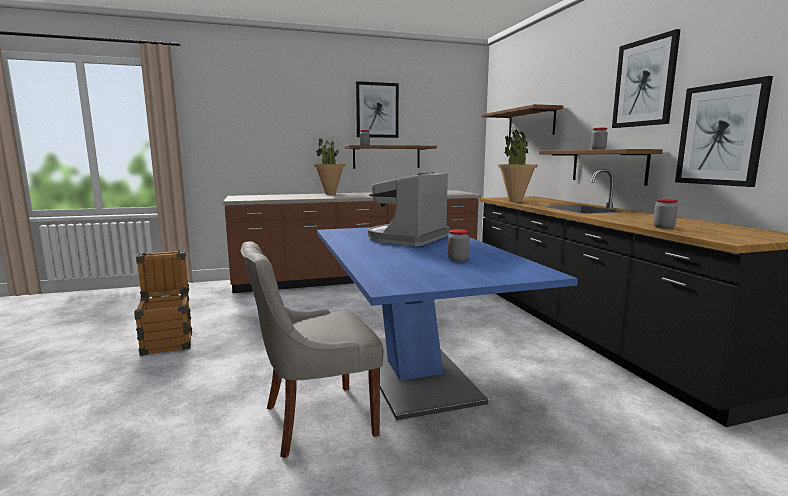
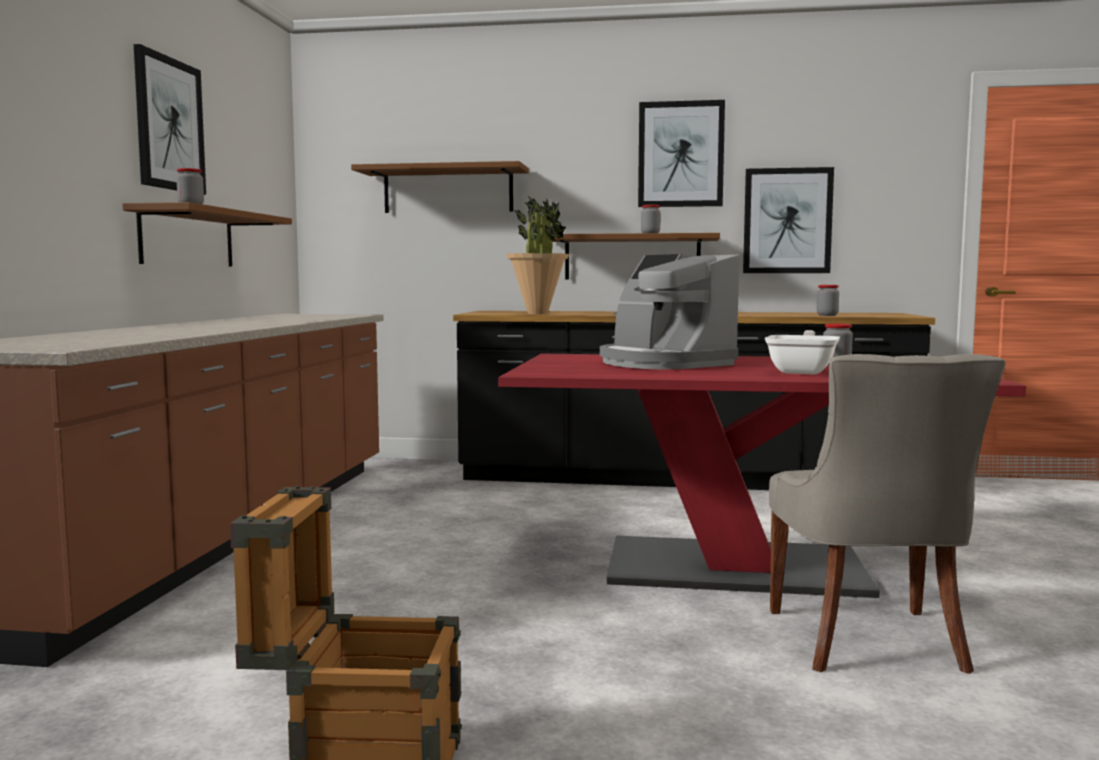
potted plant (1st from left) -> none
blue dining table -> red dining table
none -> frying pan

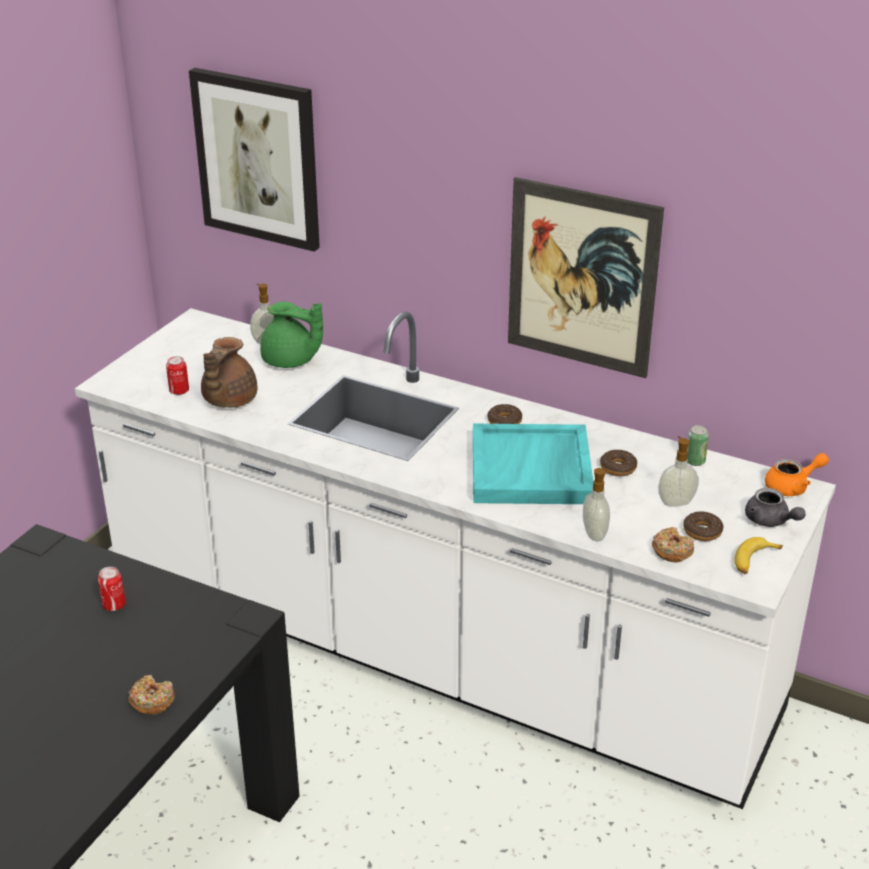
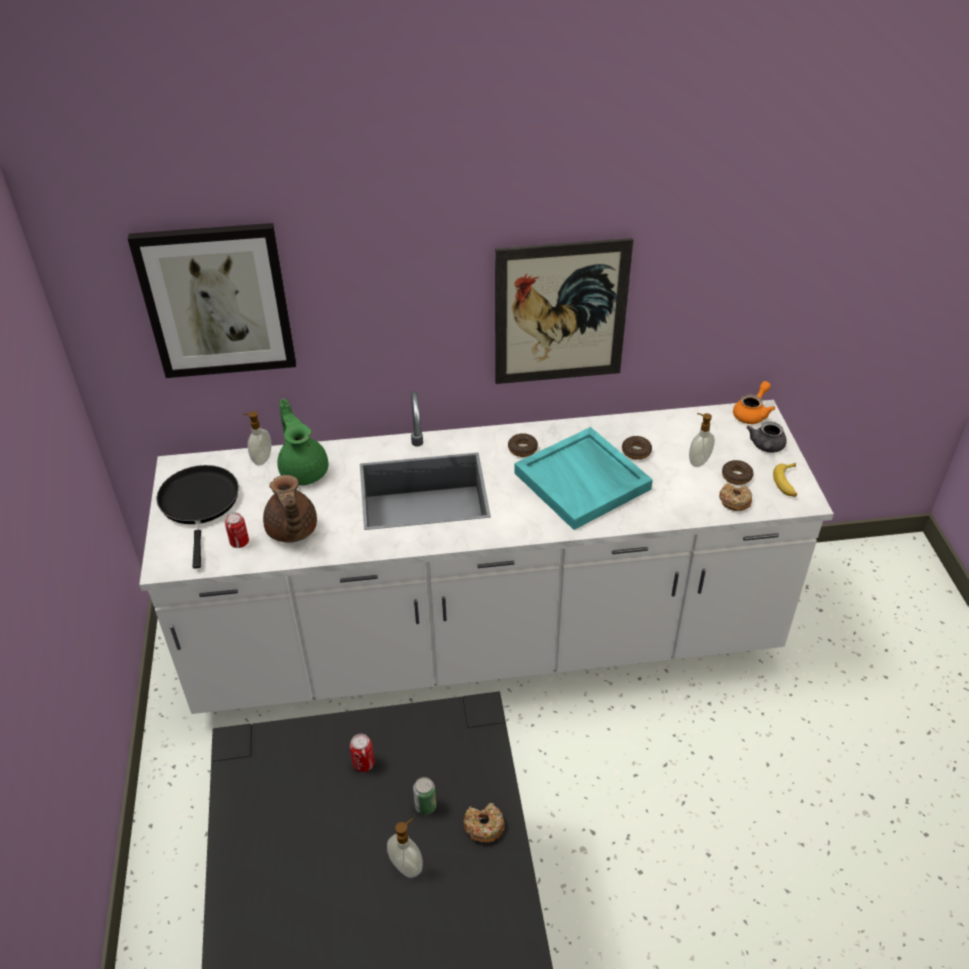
green teapot, 105 degrees counterclockwise
can (3rd from left), move
soap dispenser (2nd from left), move
grey teapot, 90 degrees clockwise
none -> black frying pan

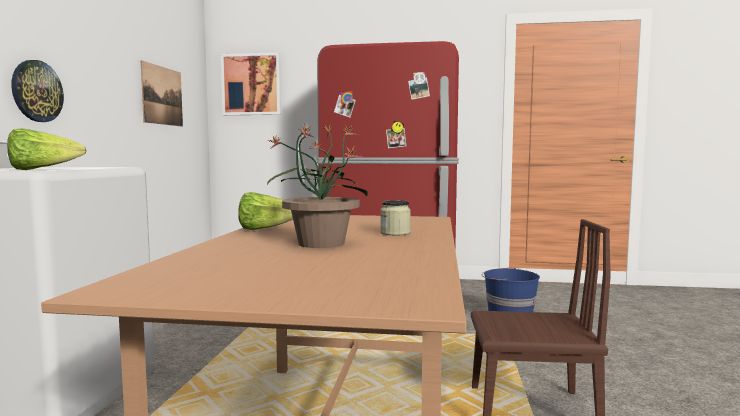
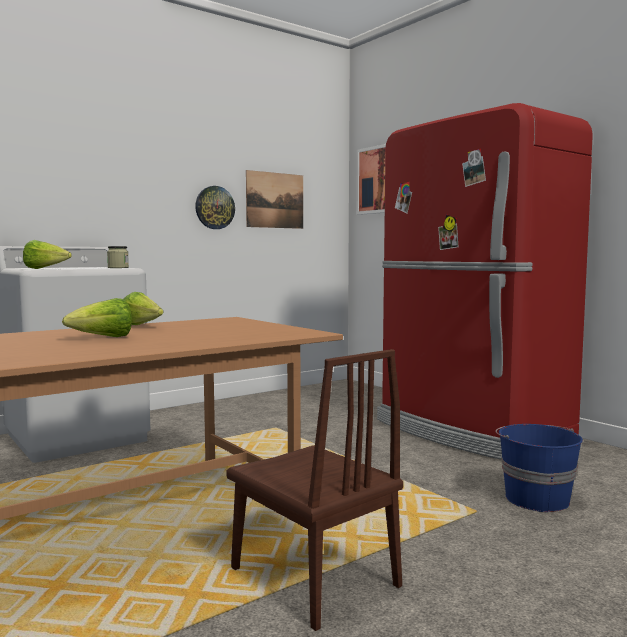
wall clock, move
potted plant -> lettuce (2nd from left)
jar, move

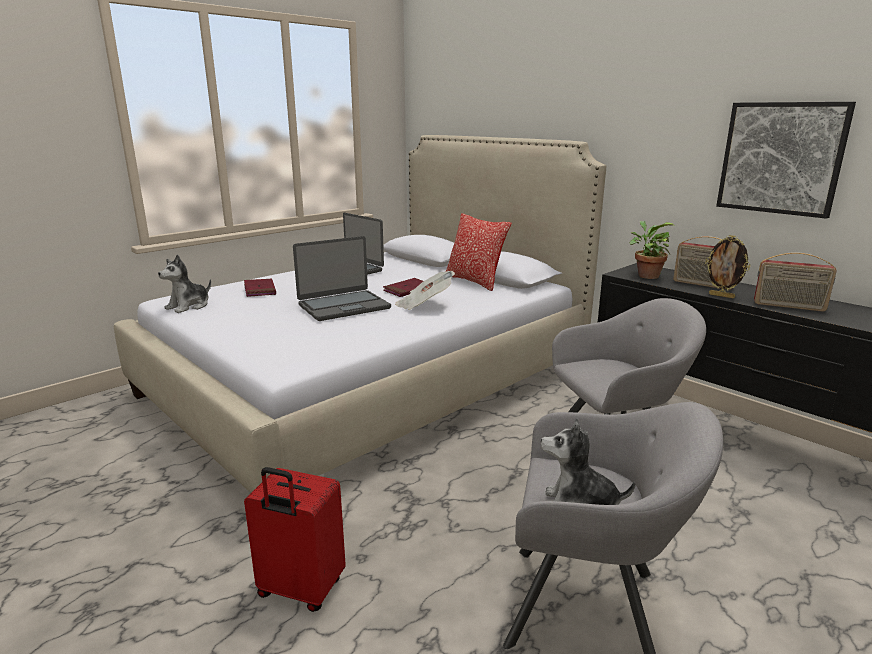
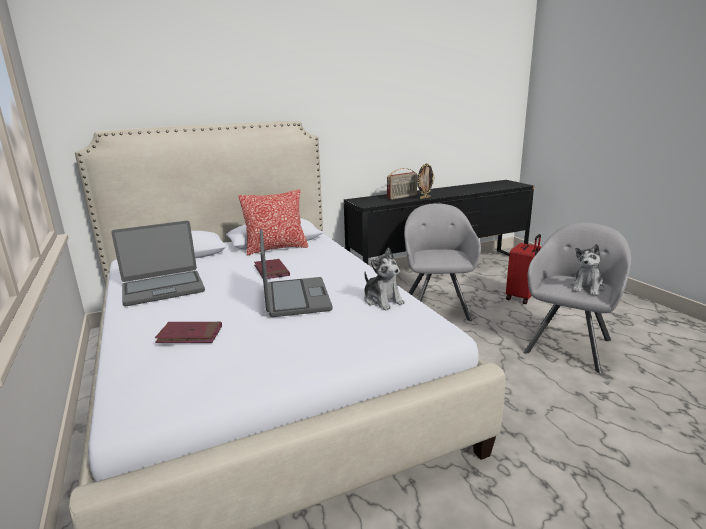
picture -> none
potted plant -> none
radio (2nd from left) -> none
plush toy (1st from left), move
newspaper -> none
red suitcase, move

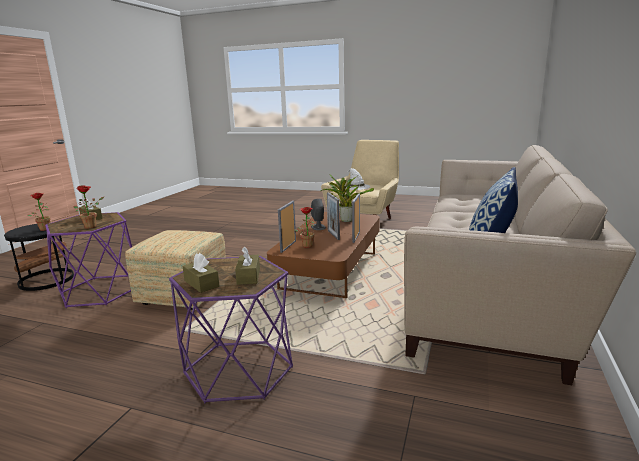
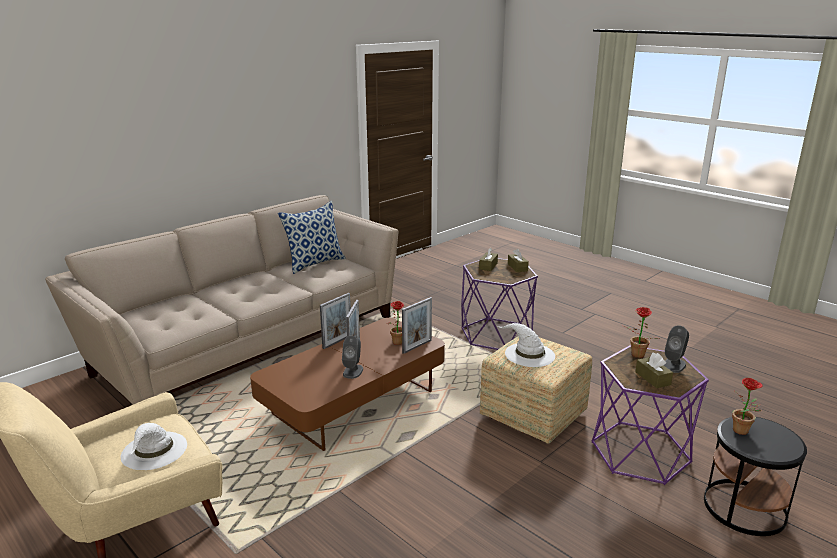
potted plant (4th from left) -> none
none -> white hat (2nd from left)
none -> grey speaker (2nd from left)

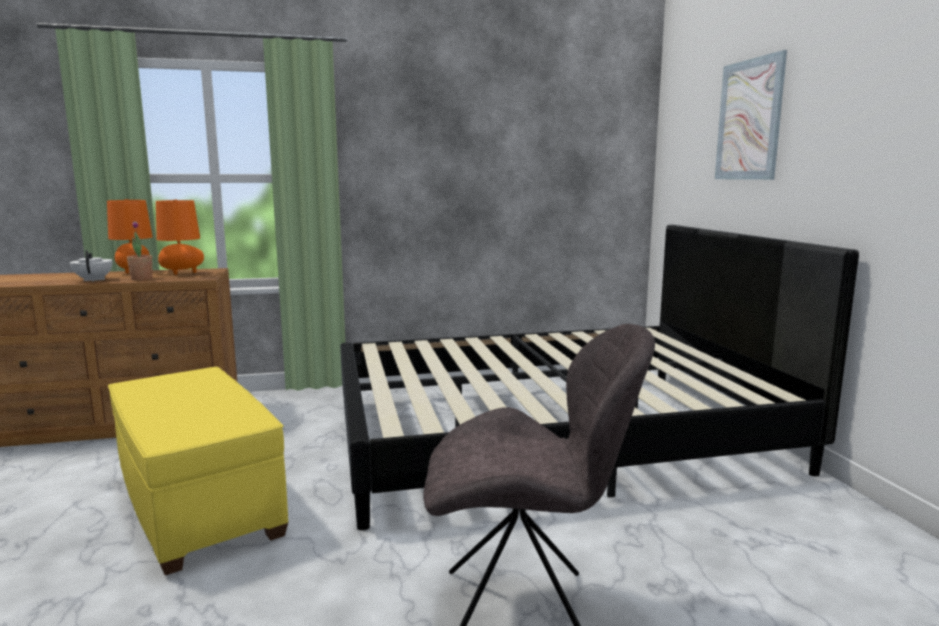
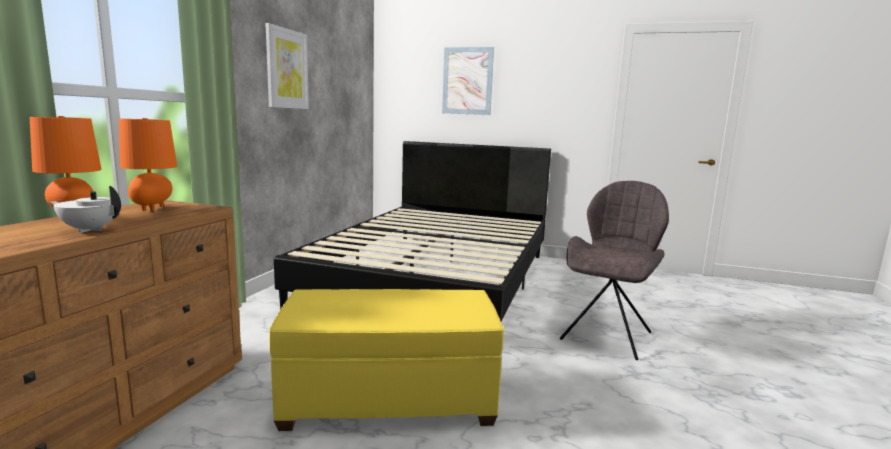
potted plant -> none
none -> picture (1st from left)

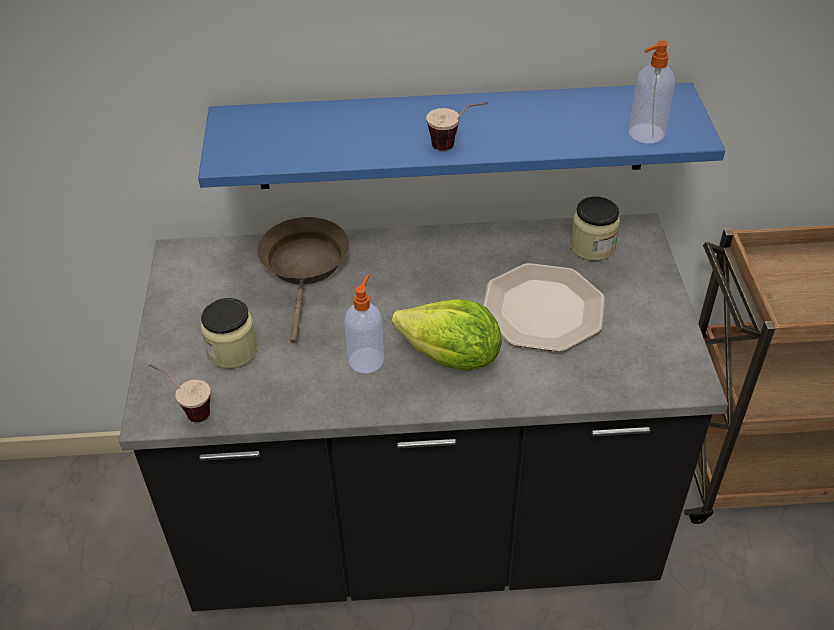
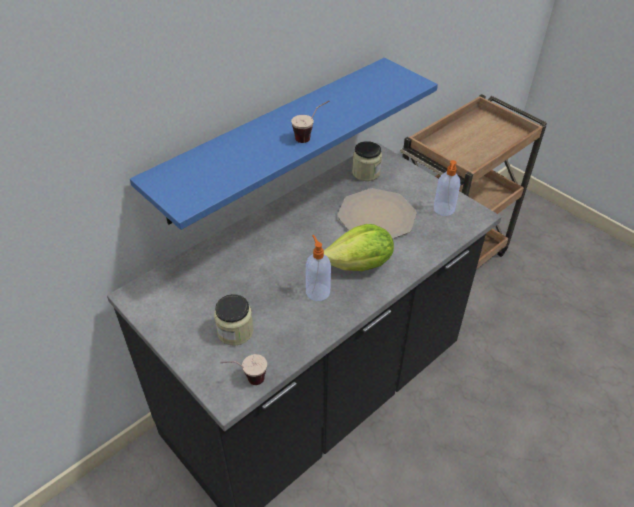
soap dispenser (2nd from left), move
brown frying pan -> none

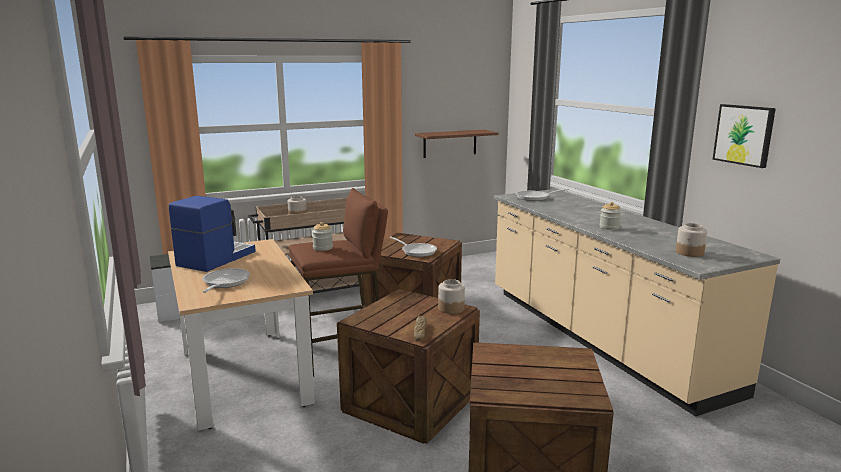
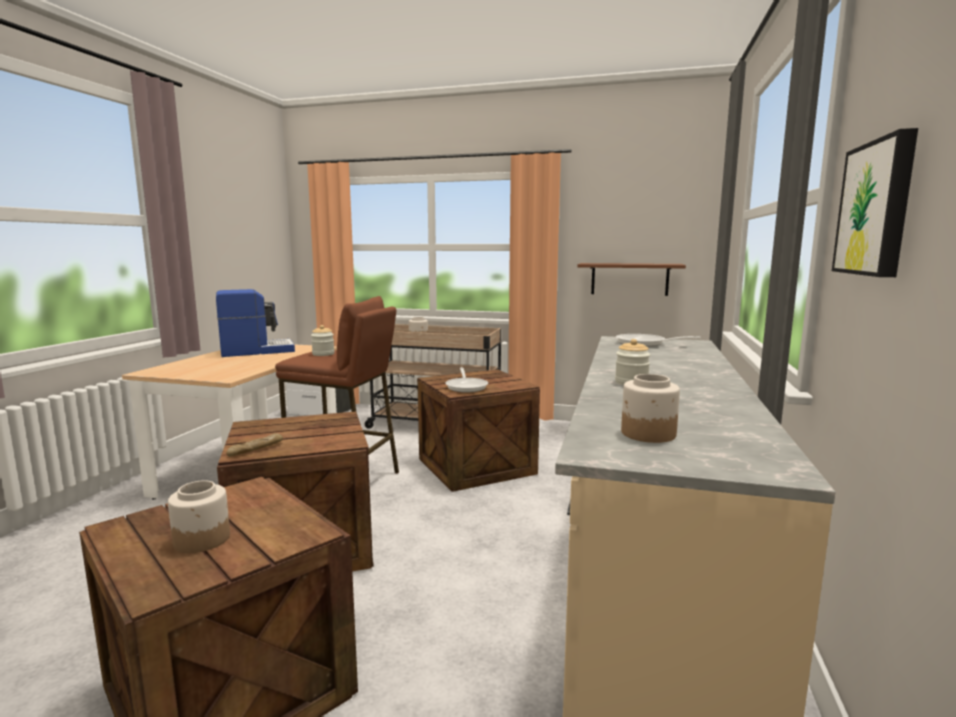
frying pan (1st from left) -> none
jar (3rd from left in the first image) -> jar (1st from left), move

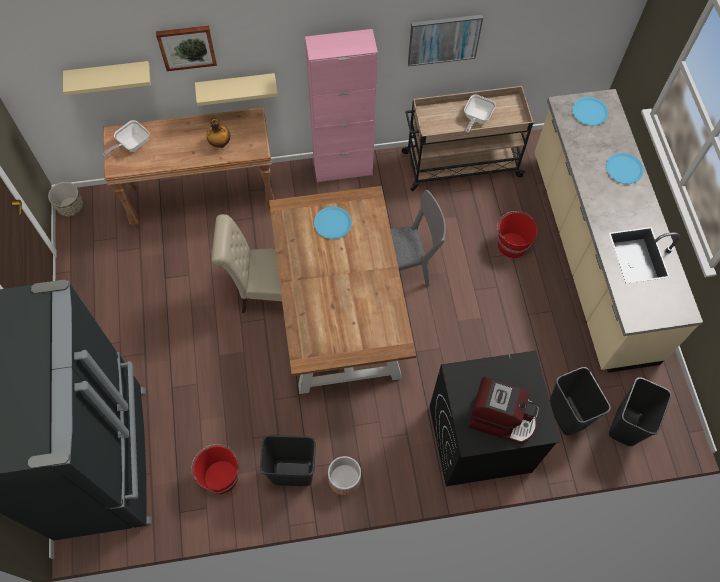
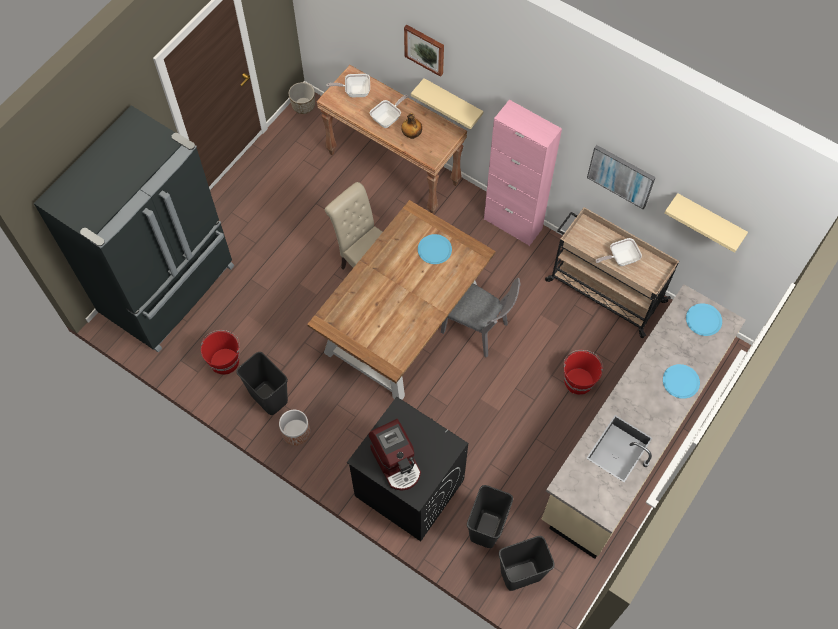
beige shelf (1st from left in the first image) -> beige shelf (2nd from left), move
none -> frying pan (2nd from left)

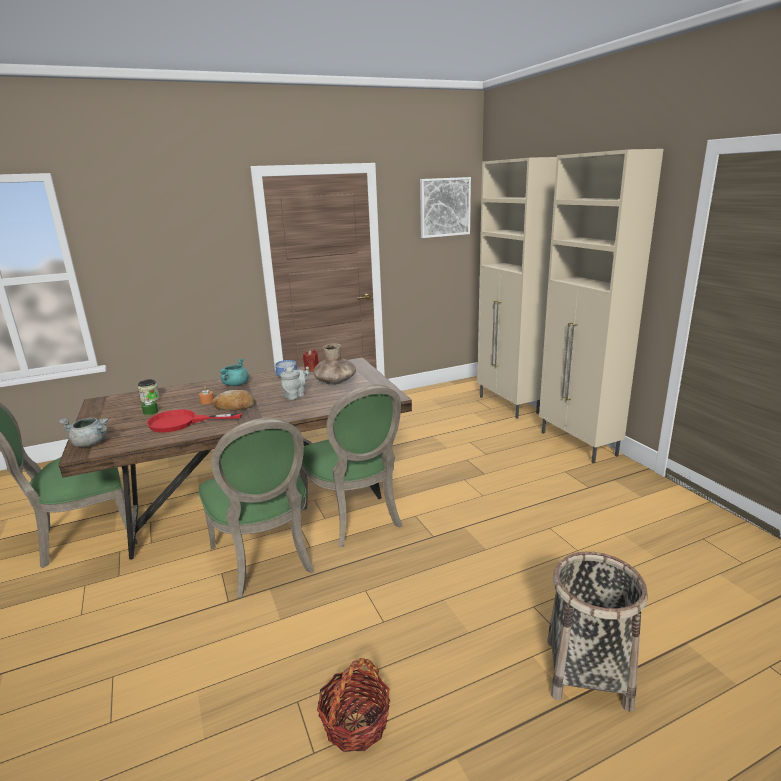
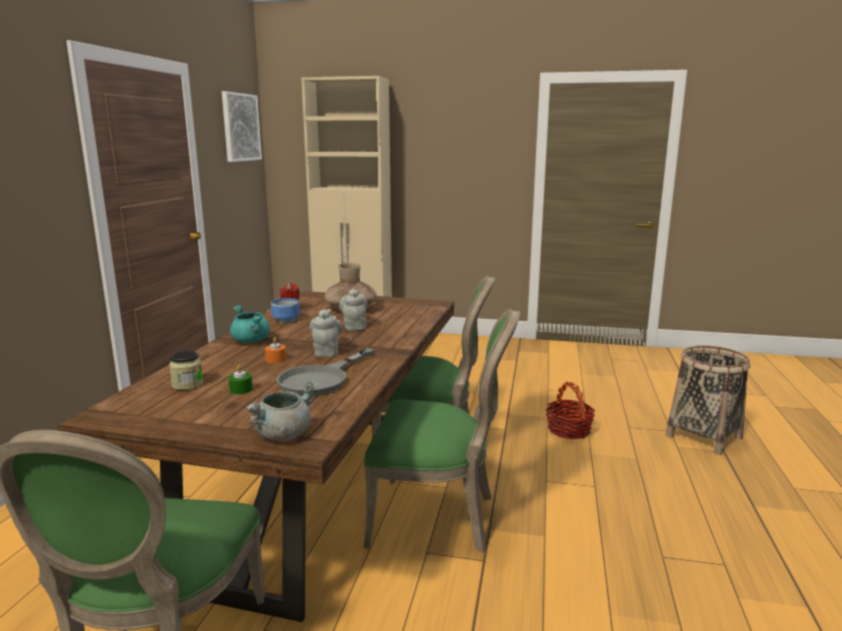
beige cabinet (2nd from left) -> none
bread -> grey teapot (1st from left)
red frying pan -> grey frying pan
basket (1st from left), move

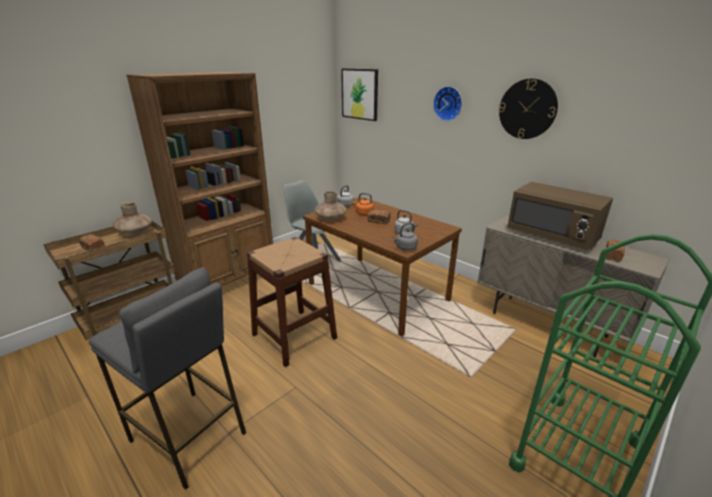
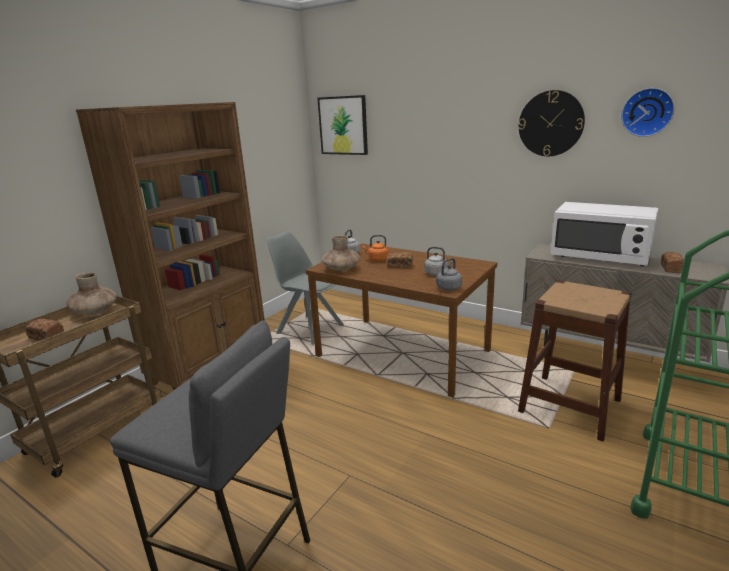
wall clock (1st from left in the first image) -> wall clock (2nd from left), move
brown microwave -> white microwave
brown stool, move

